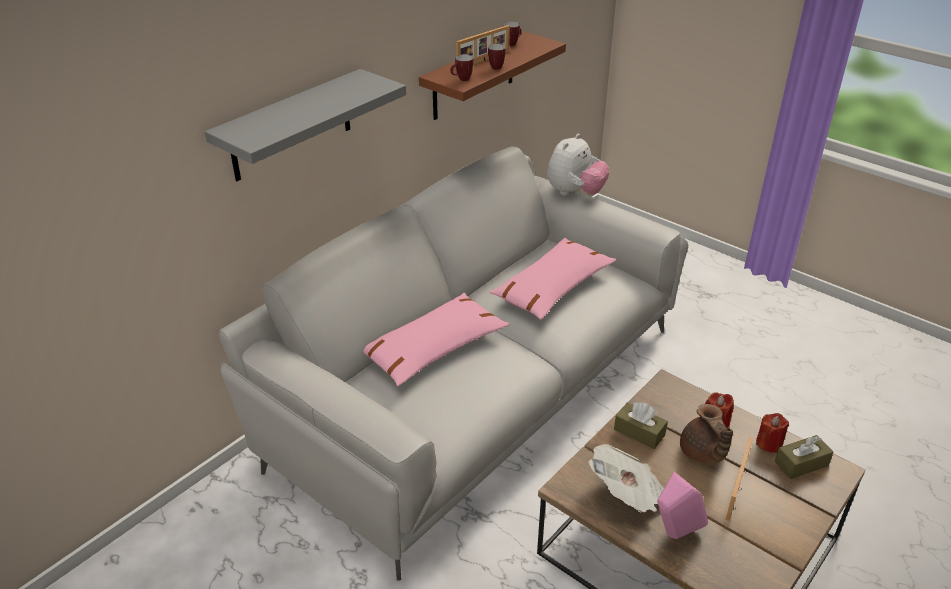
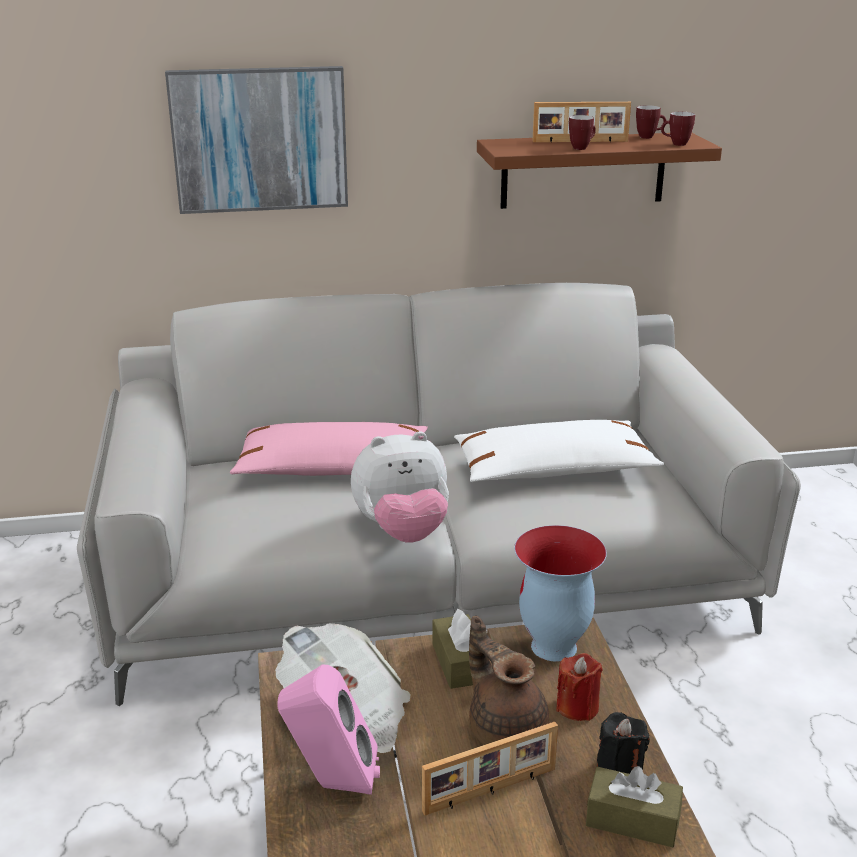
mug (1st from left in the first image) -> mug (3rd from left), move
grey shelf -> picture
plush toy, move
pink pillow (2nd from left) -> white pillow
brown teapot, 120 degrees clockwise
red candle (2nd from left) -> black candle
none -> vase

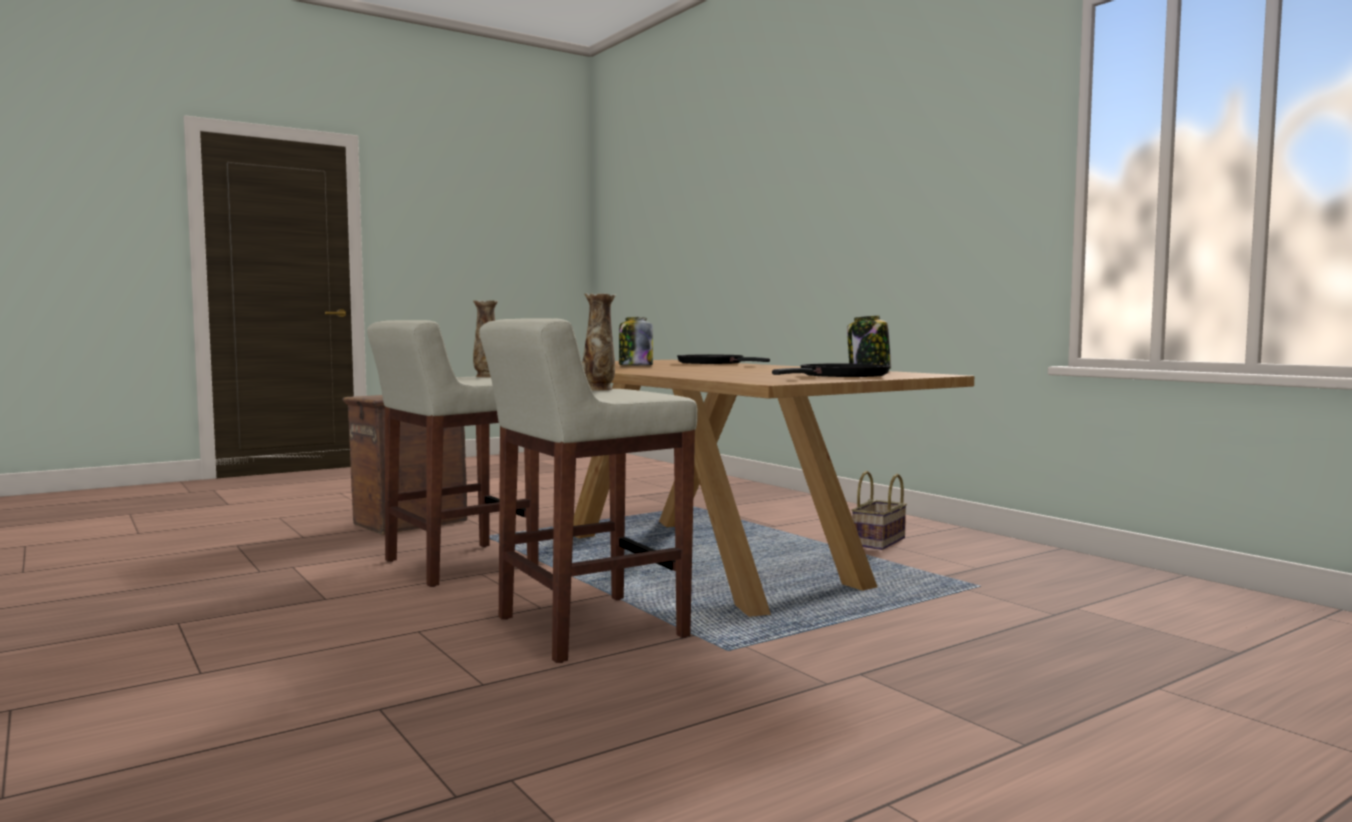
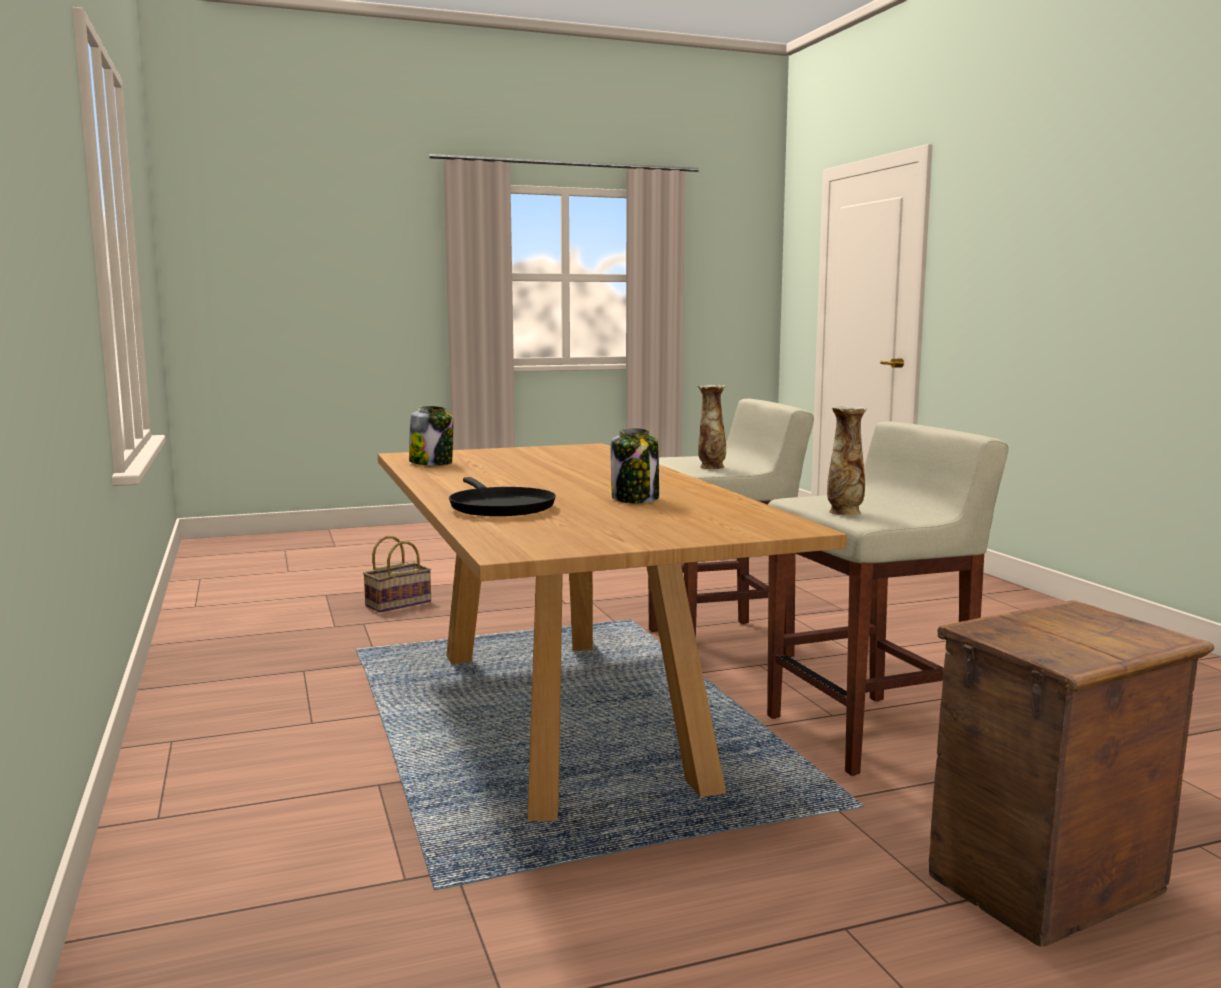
black frying pan (2nd from left) -> none
basket, move

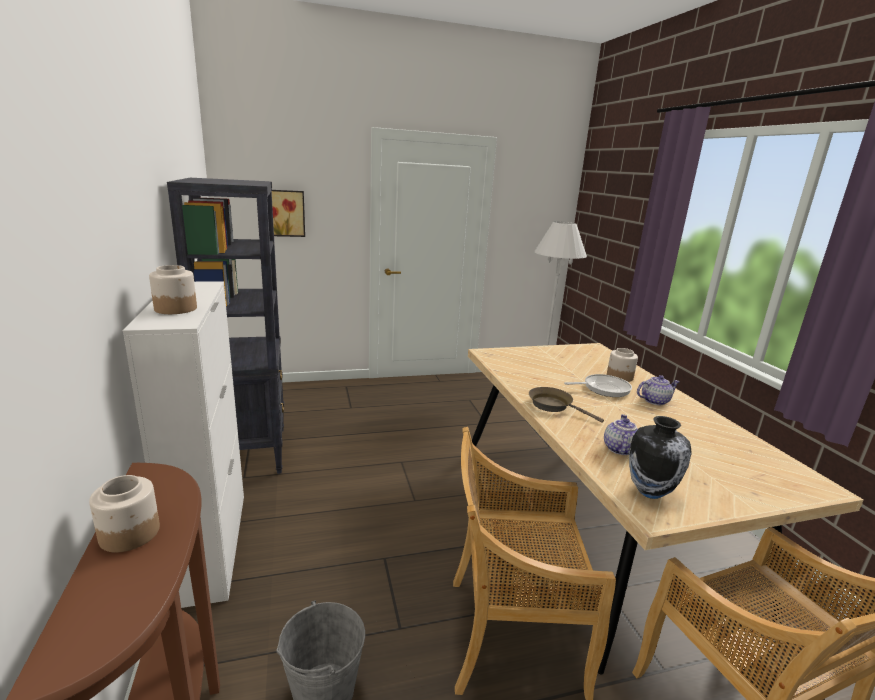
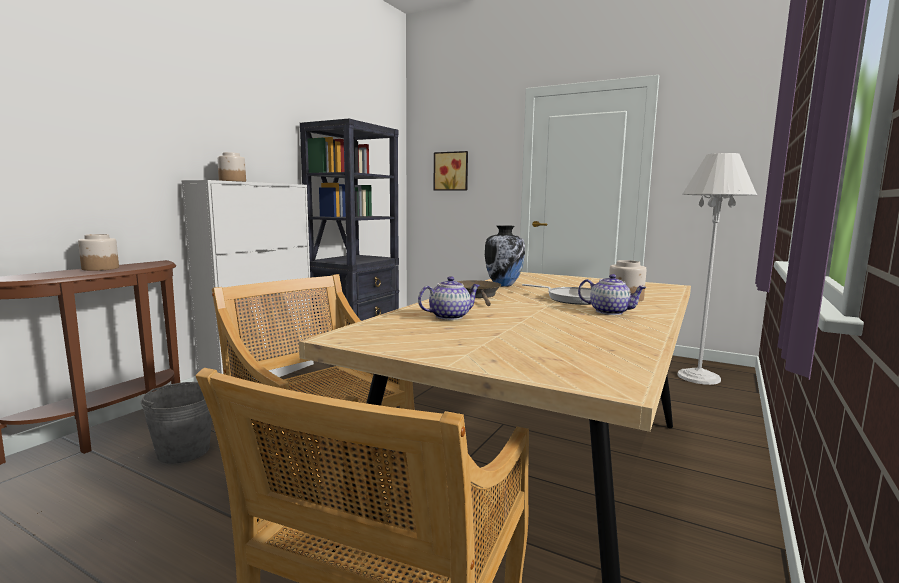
vase, move

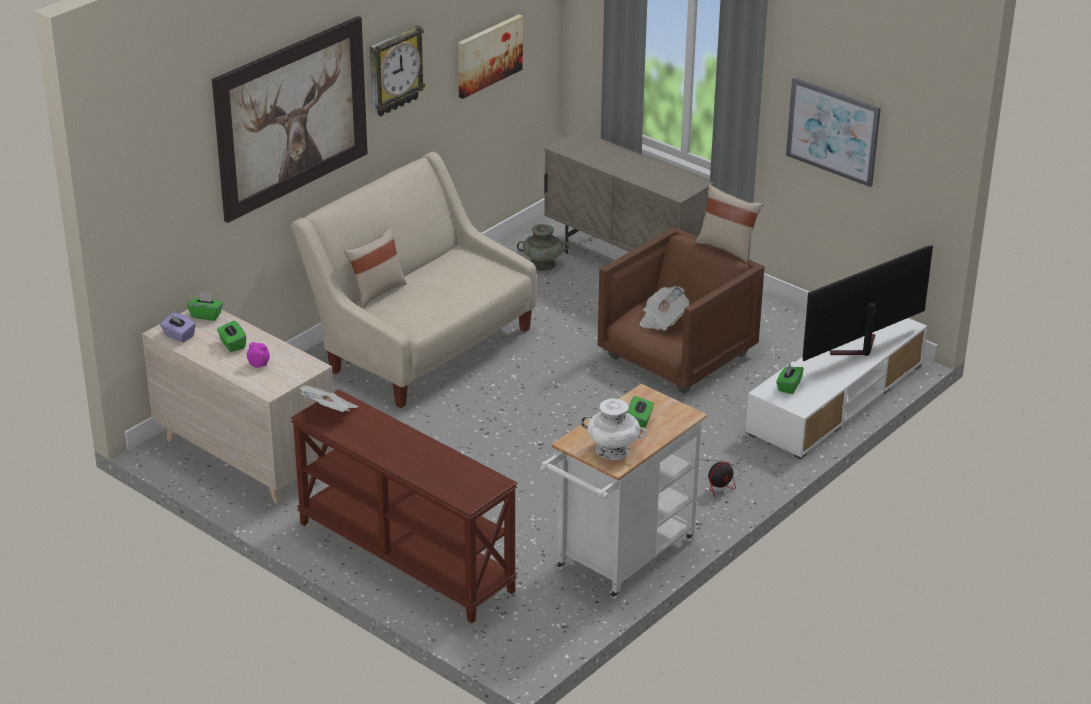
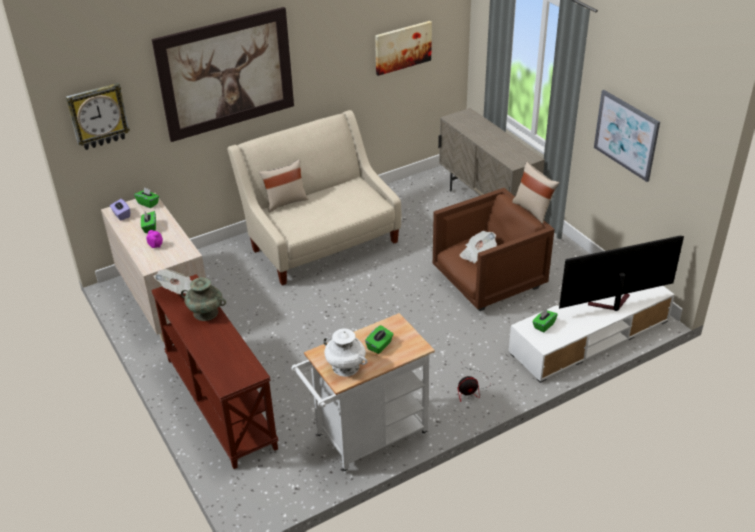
wall clock, move
turquoise vase, move

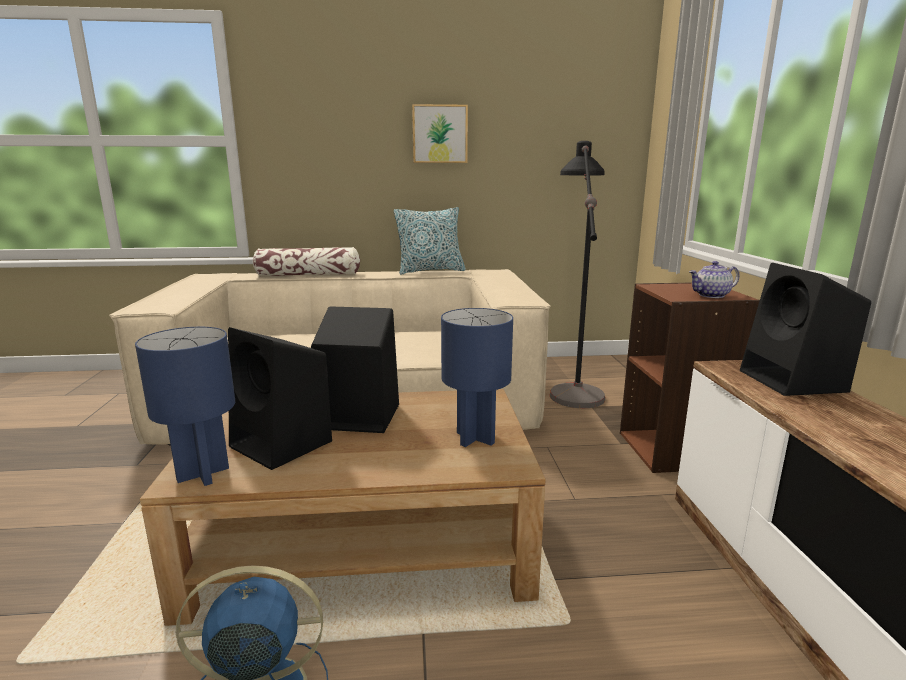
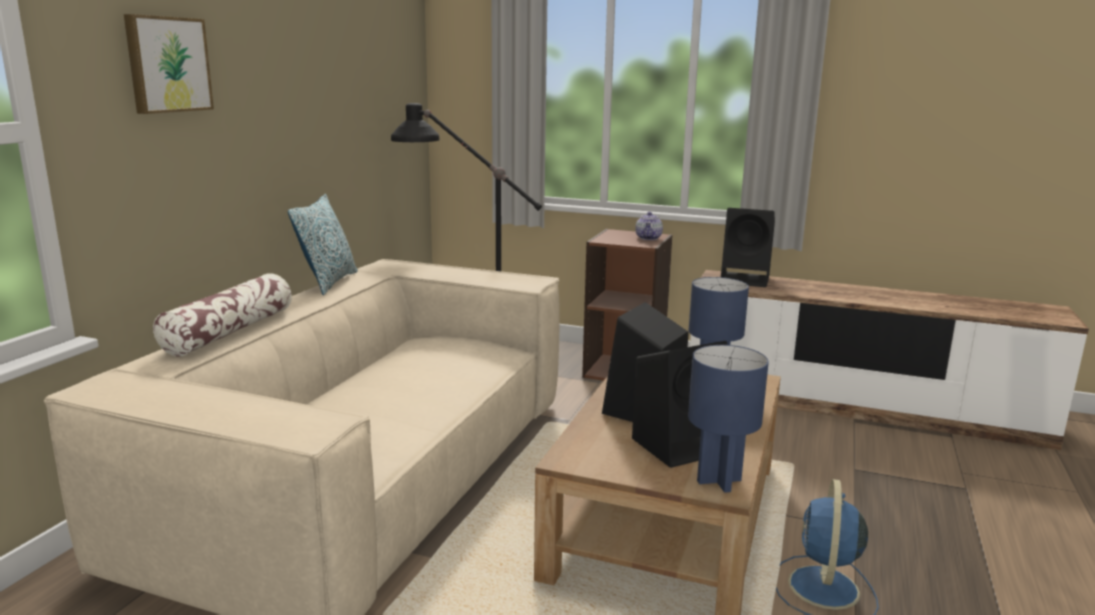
picture, move

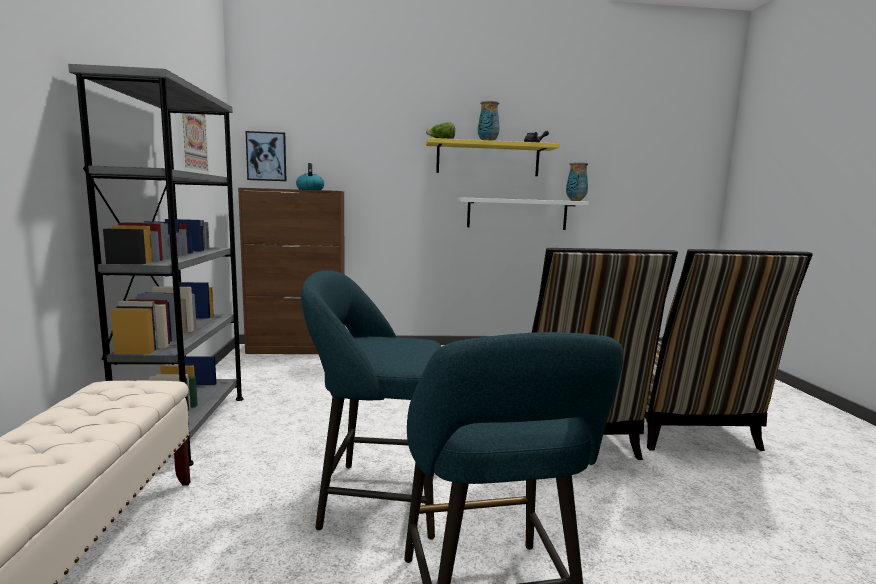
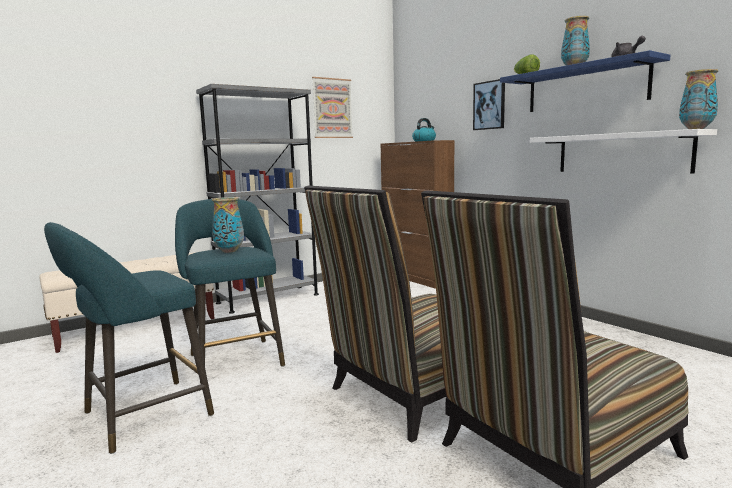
picture (2nd from left), move
yellow shelf -> blue shelf
none -> vase (1st from left)

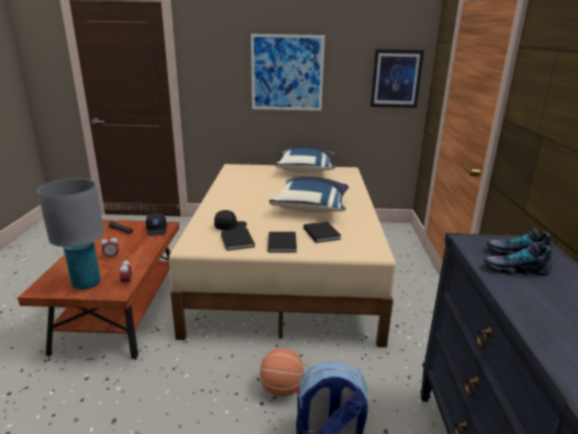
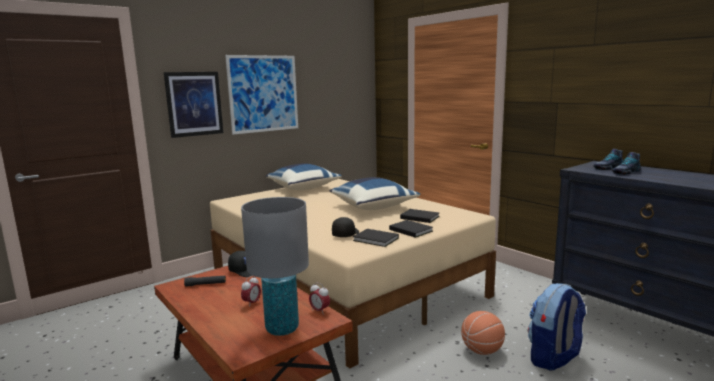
picture (2nd from left in the first image) -> picture (1st from left), move

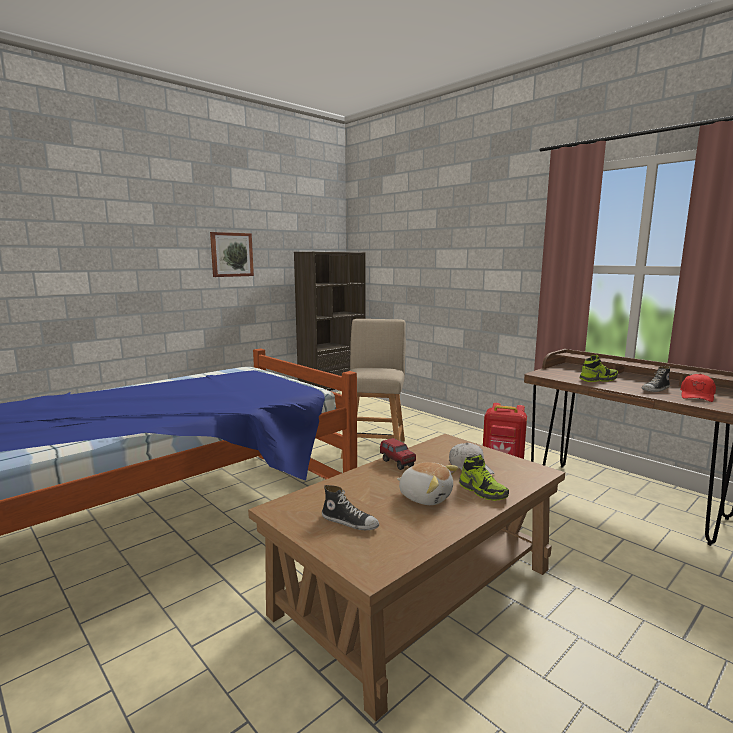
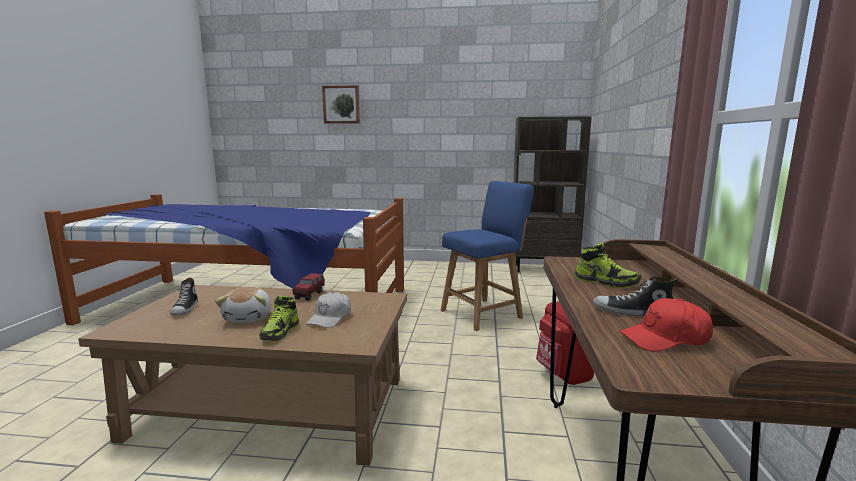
picture, move
beige chair -> blue chair

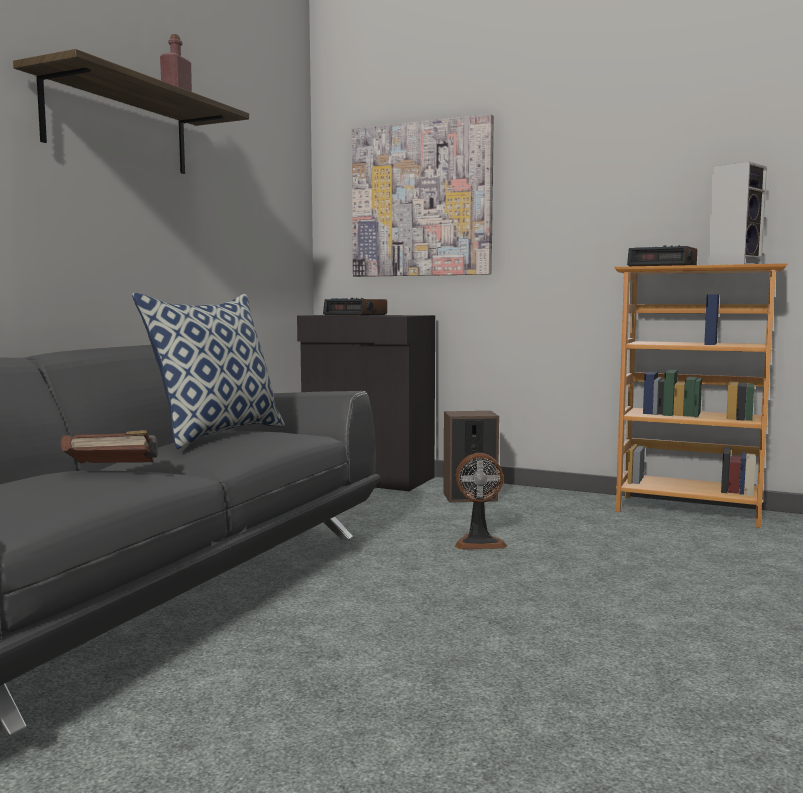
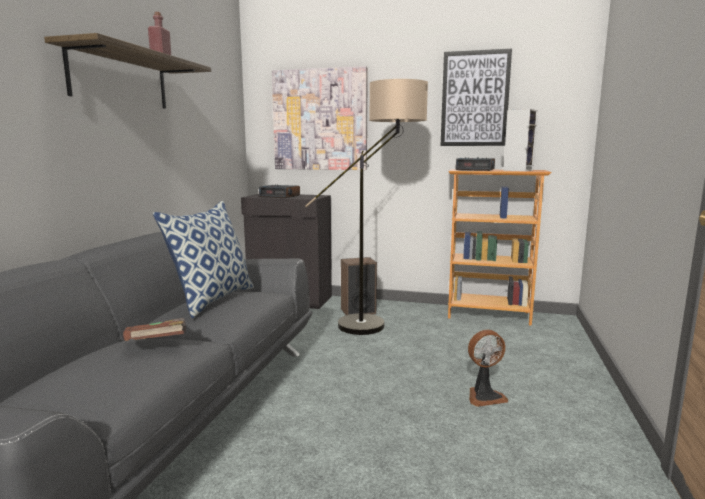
fan, move
none -> picture (2nd from left)
none -> floor lamp

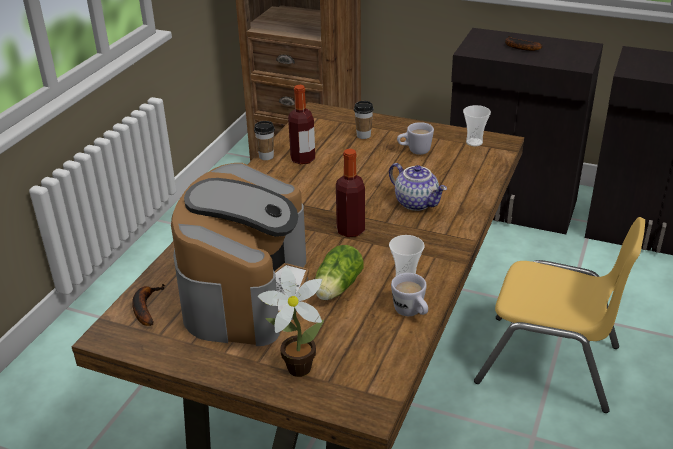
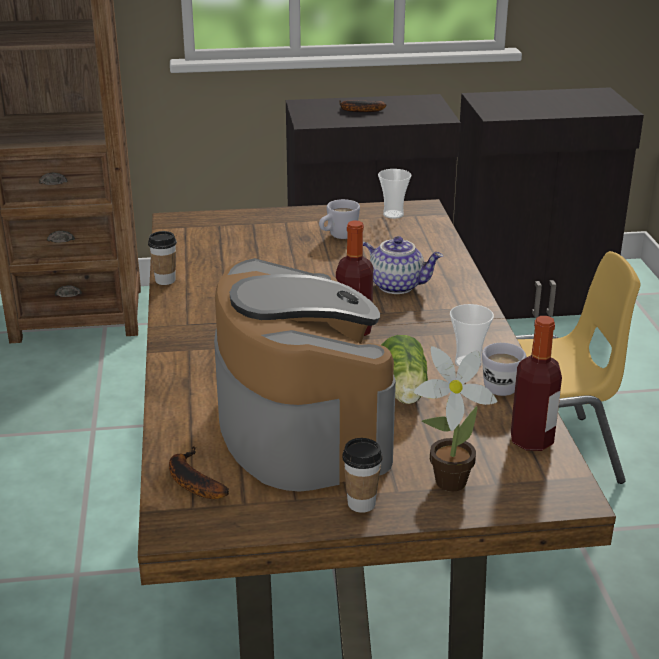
bottle (1st from left in the first image) -> bottle (2nd from left), move
cup (2nd from left), move

